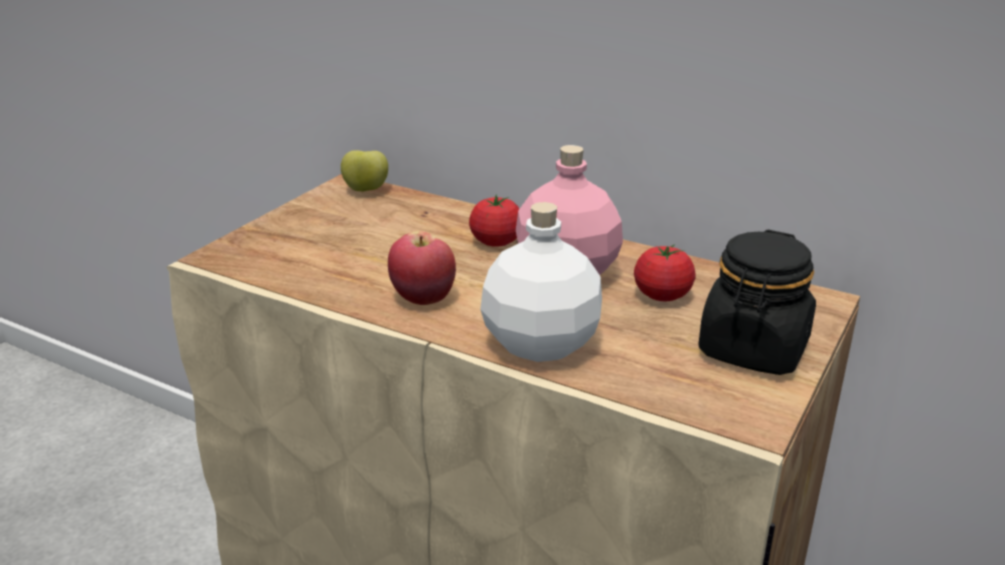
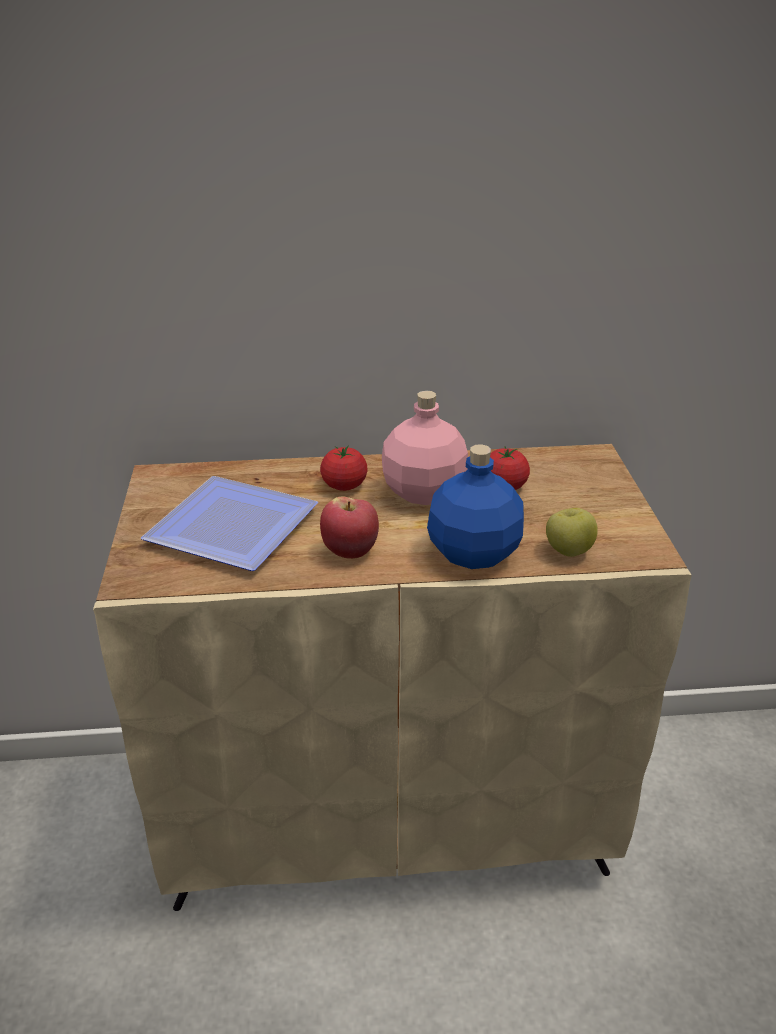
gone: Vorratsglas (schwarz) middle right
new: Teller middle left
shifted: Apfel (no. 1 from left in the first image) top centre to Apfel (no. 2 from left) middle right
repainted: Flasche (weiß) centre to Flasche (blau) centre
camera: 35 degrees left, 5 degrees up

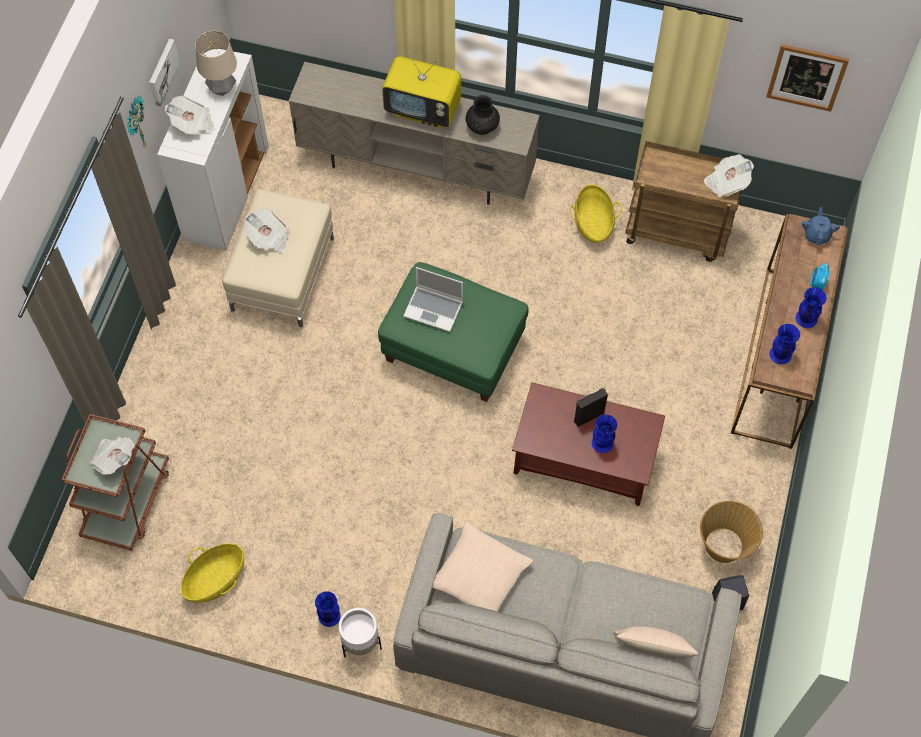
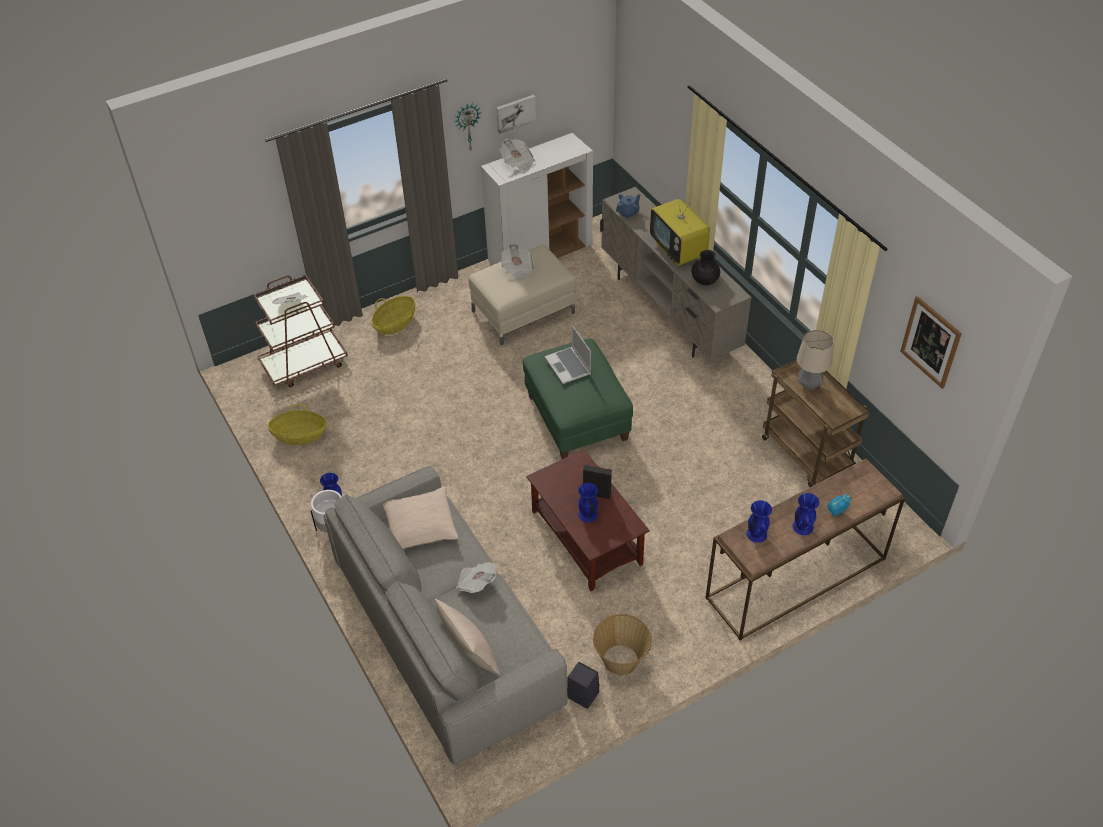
shifted: Tischlampe top left to middle right; Korb (no. 2 from left) top centre to centre; Zeitung (no. 4 from left in the first image) top right to Zeitung (no. 2 from left) bottom centre; Teekanne (blau) top right to top centre
camera: 45 degrees right, 15 degrees down

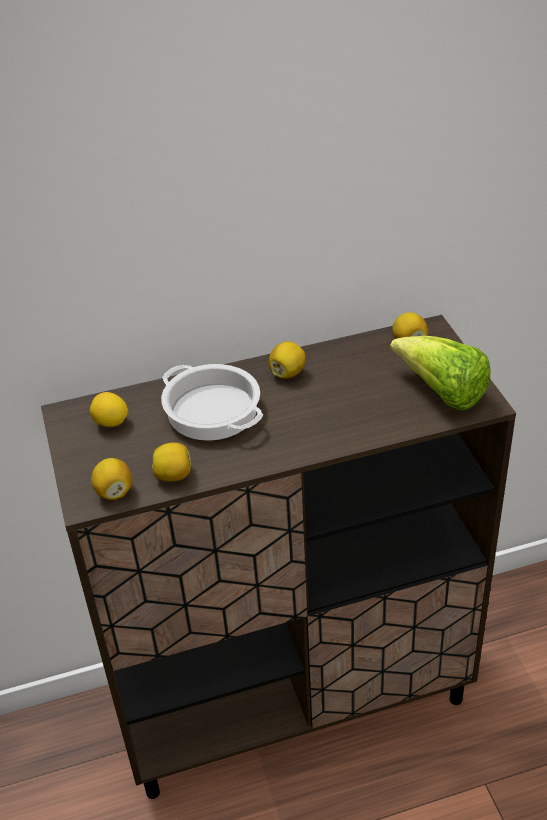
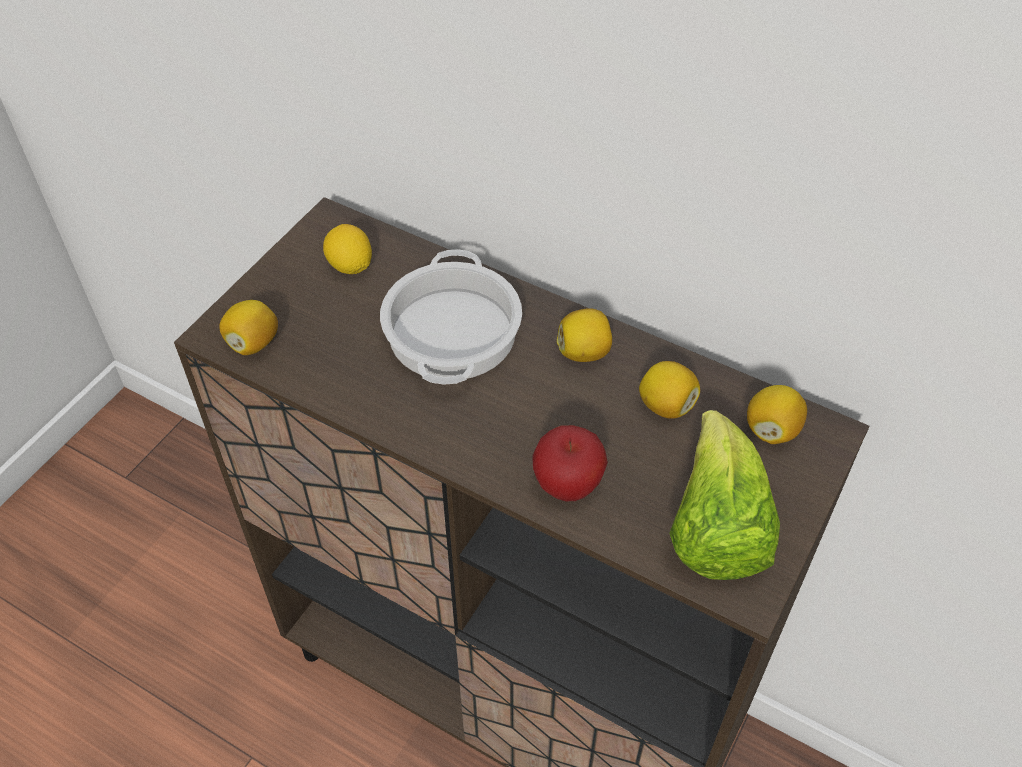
new: Apfel centre
shifted: Zitrone (no. 3 from left in the first image) middle left to Zitrone (no. 4 from left) centre
camera: 45 degrees right, 10 degrees up

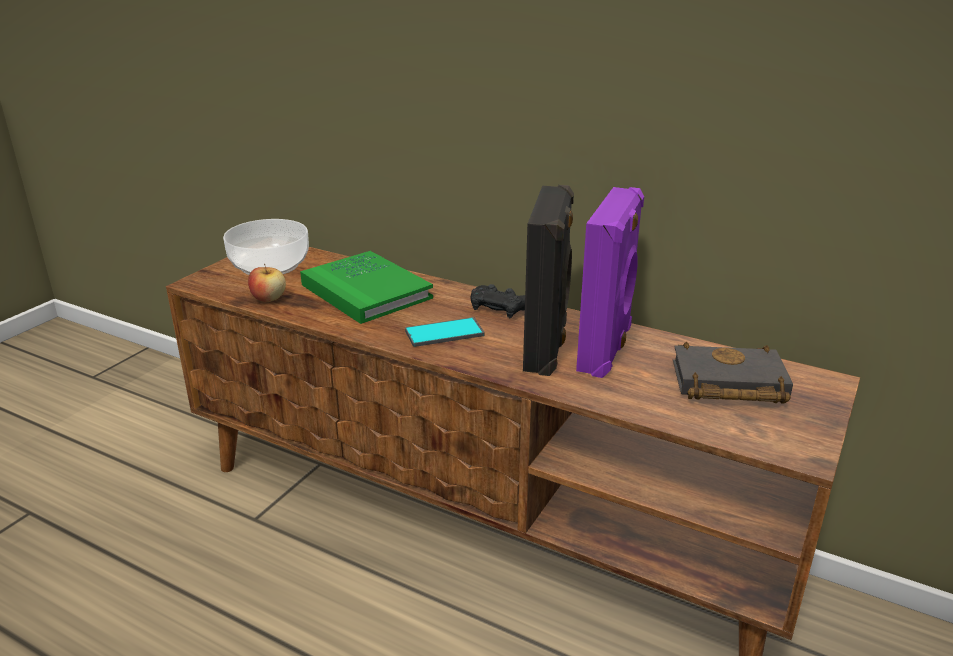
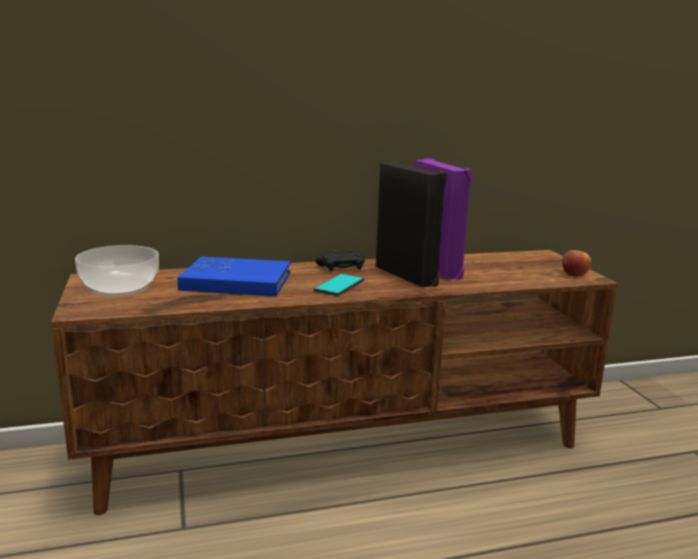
gone: Buch (schwarz) middle right
shifted: Apfel middle left to middle right
repainted: Buch (grün) centre to Buch (blau) centre
camera: 45 degrees left, 10 degrees down

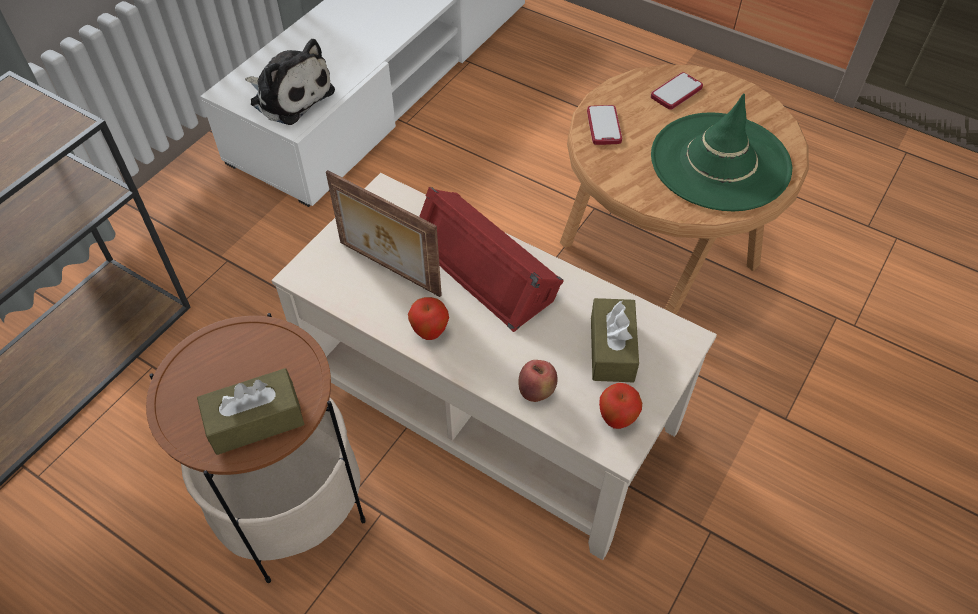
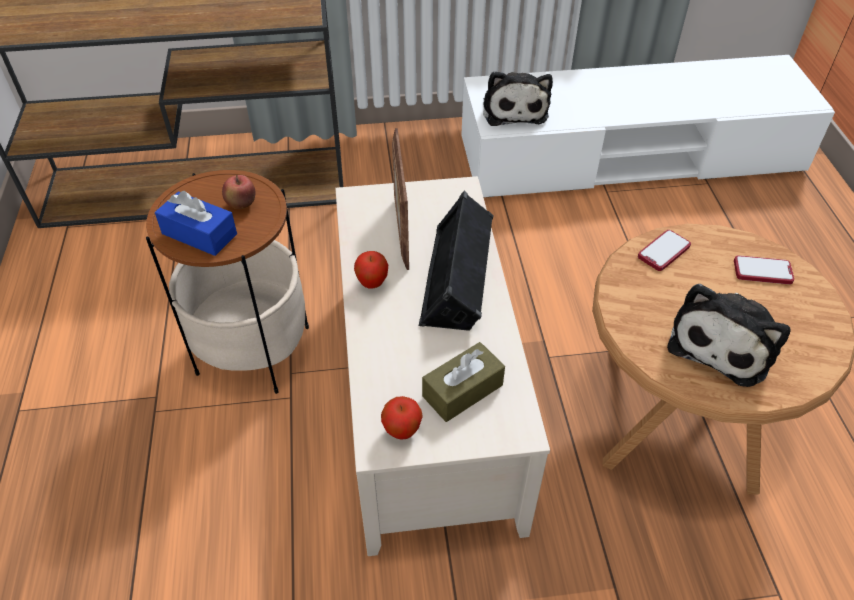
shifted: Apfel (no. 2 from left in the first image) centre to Apfel (no. 1 from left) top left
swapped: Hut (grün) top right to Plüschtier (no. 2 from left) middle right
repainted: Taschentuchbox (braun) (no. 1 from left) bottom left to Taschentuchbox (blau) middle left; Lautsprecher (rot) centre to Lautsprecher (schwarz) centre
camera: 50 degrees right, 5 degrees down

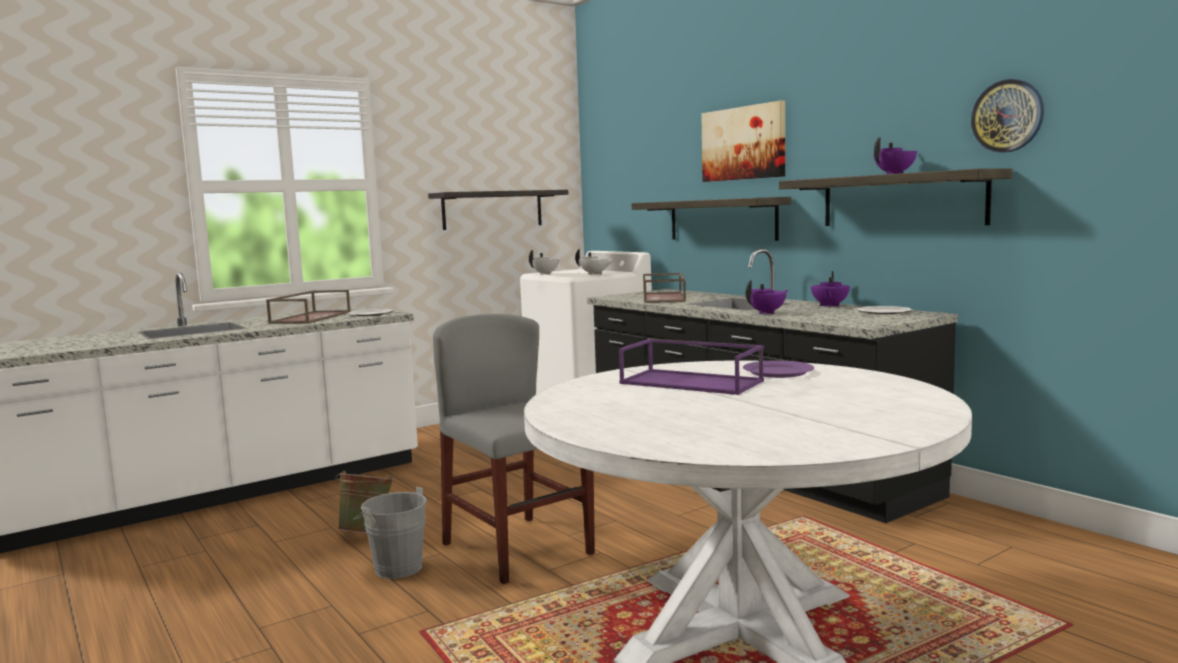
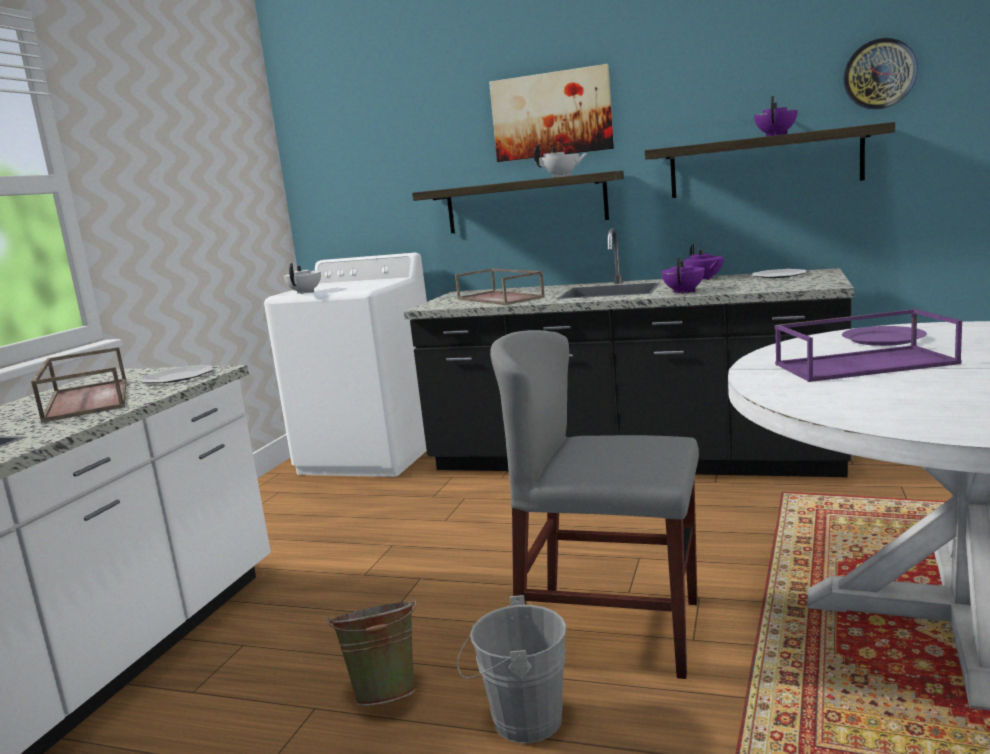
gone: Wandregal (no. 1 from left) top centre
shifted: Teekanne (weiß) (no. 2 from left) centre to top centre
camera: 35 degrees left, 5 degrees up

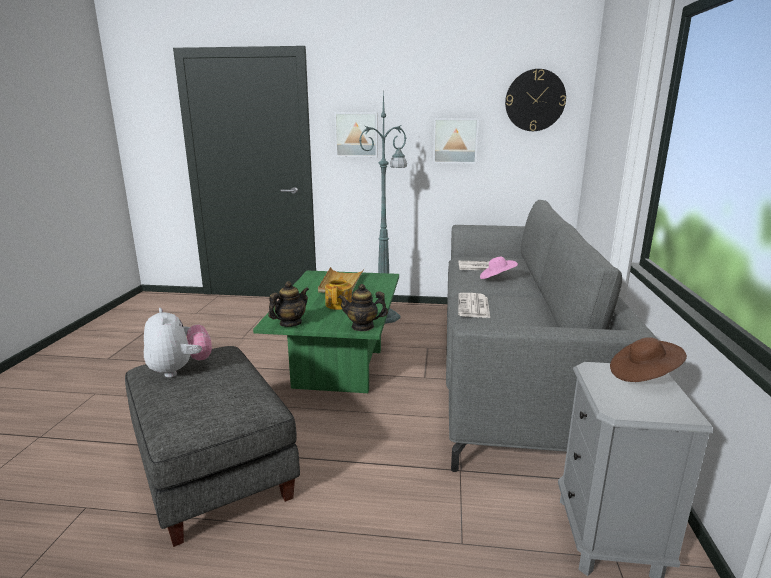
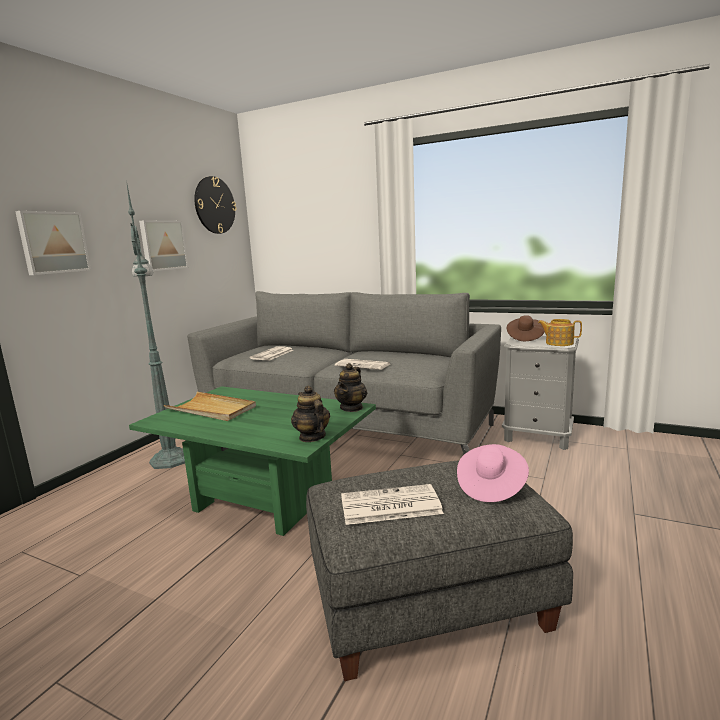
shifted: Teekanne (no. 2 from left in the first image) centre to Teekanne (no. 3 from left) middle right; Hut (rosa) centre to middle right
swapped: Plüschtier middle left to Zeitung (no. 3 from left) bottom centre
camera: 70 degrees left, 5 degrees down

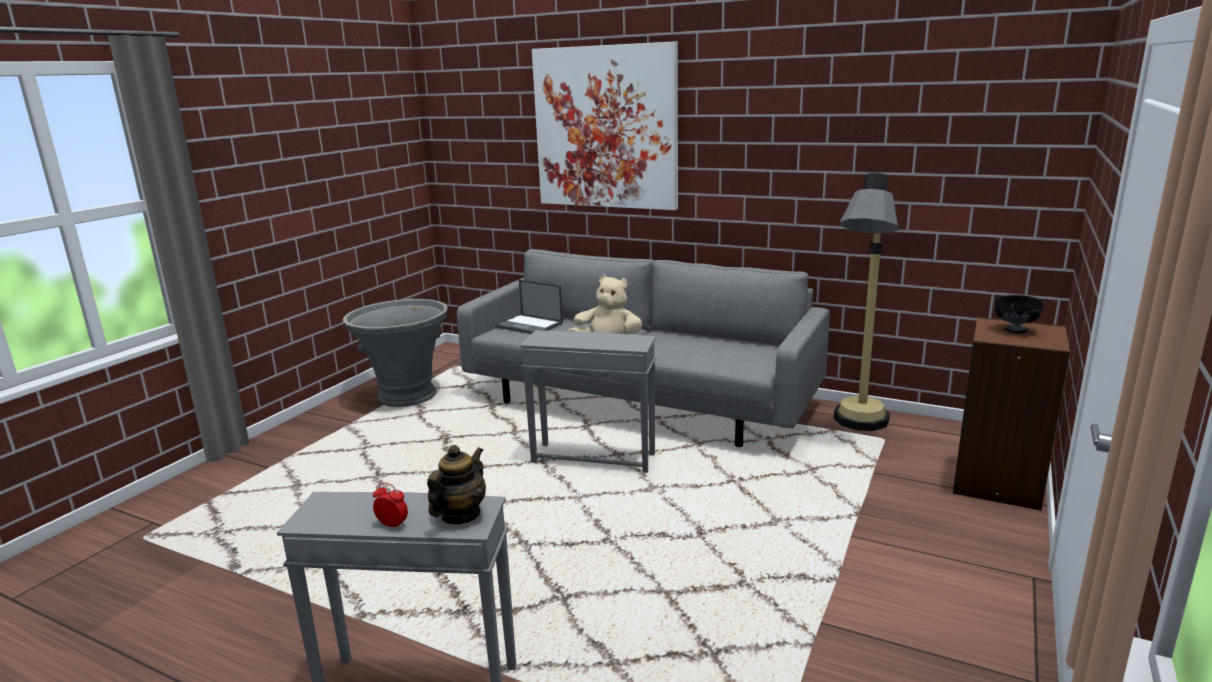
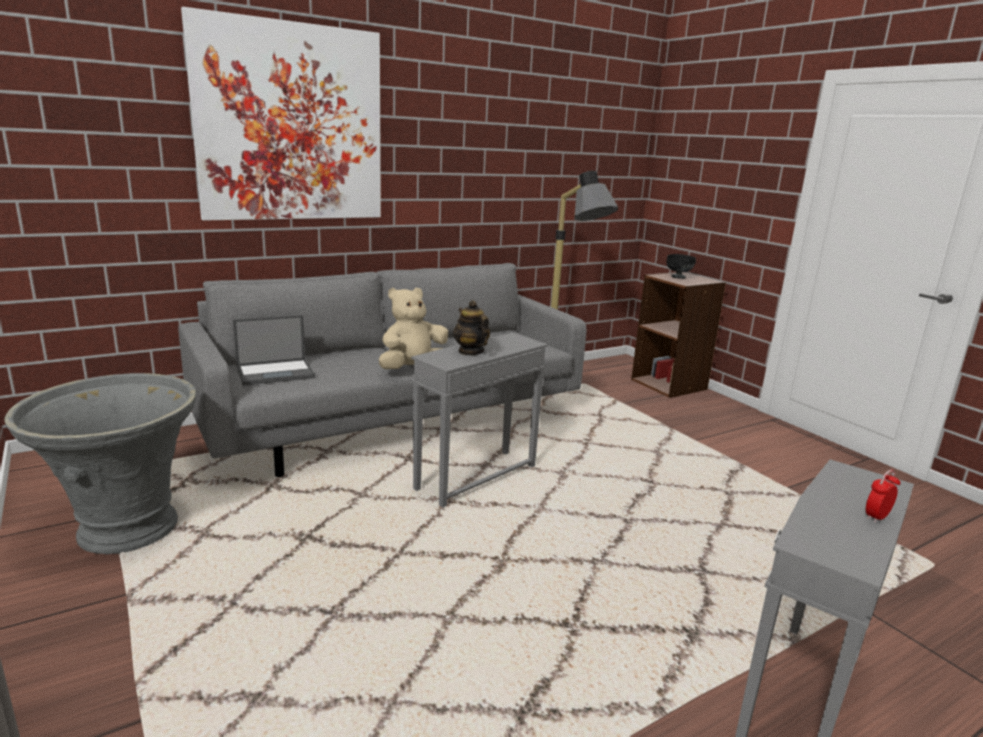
shifted: Teekanne bottom centre to centre
camera: 60 degrees left, 0 degrees up

